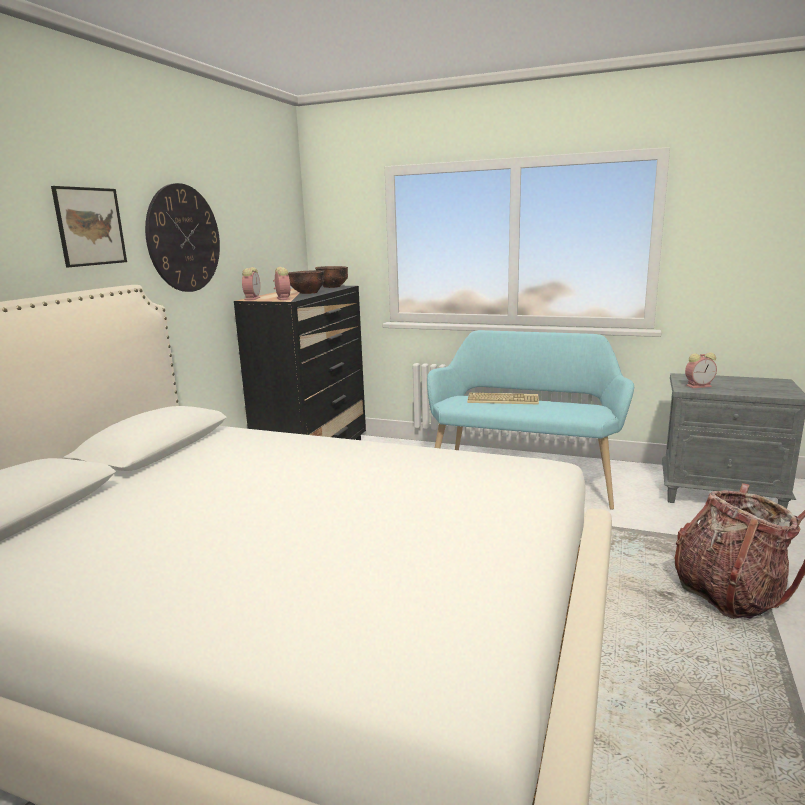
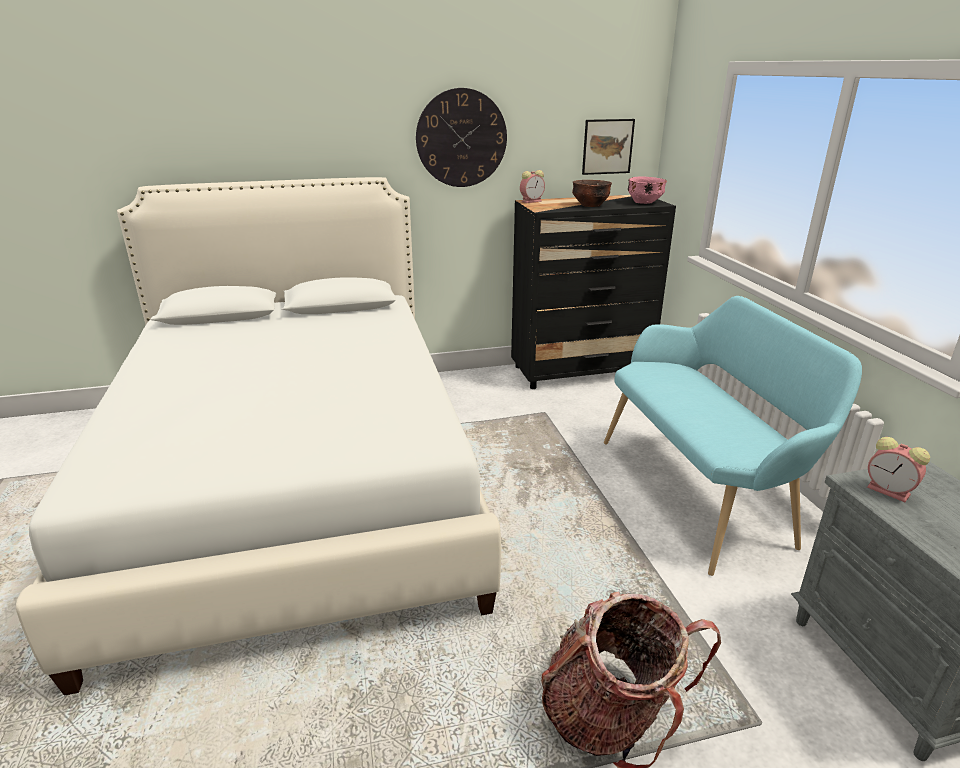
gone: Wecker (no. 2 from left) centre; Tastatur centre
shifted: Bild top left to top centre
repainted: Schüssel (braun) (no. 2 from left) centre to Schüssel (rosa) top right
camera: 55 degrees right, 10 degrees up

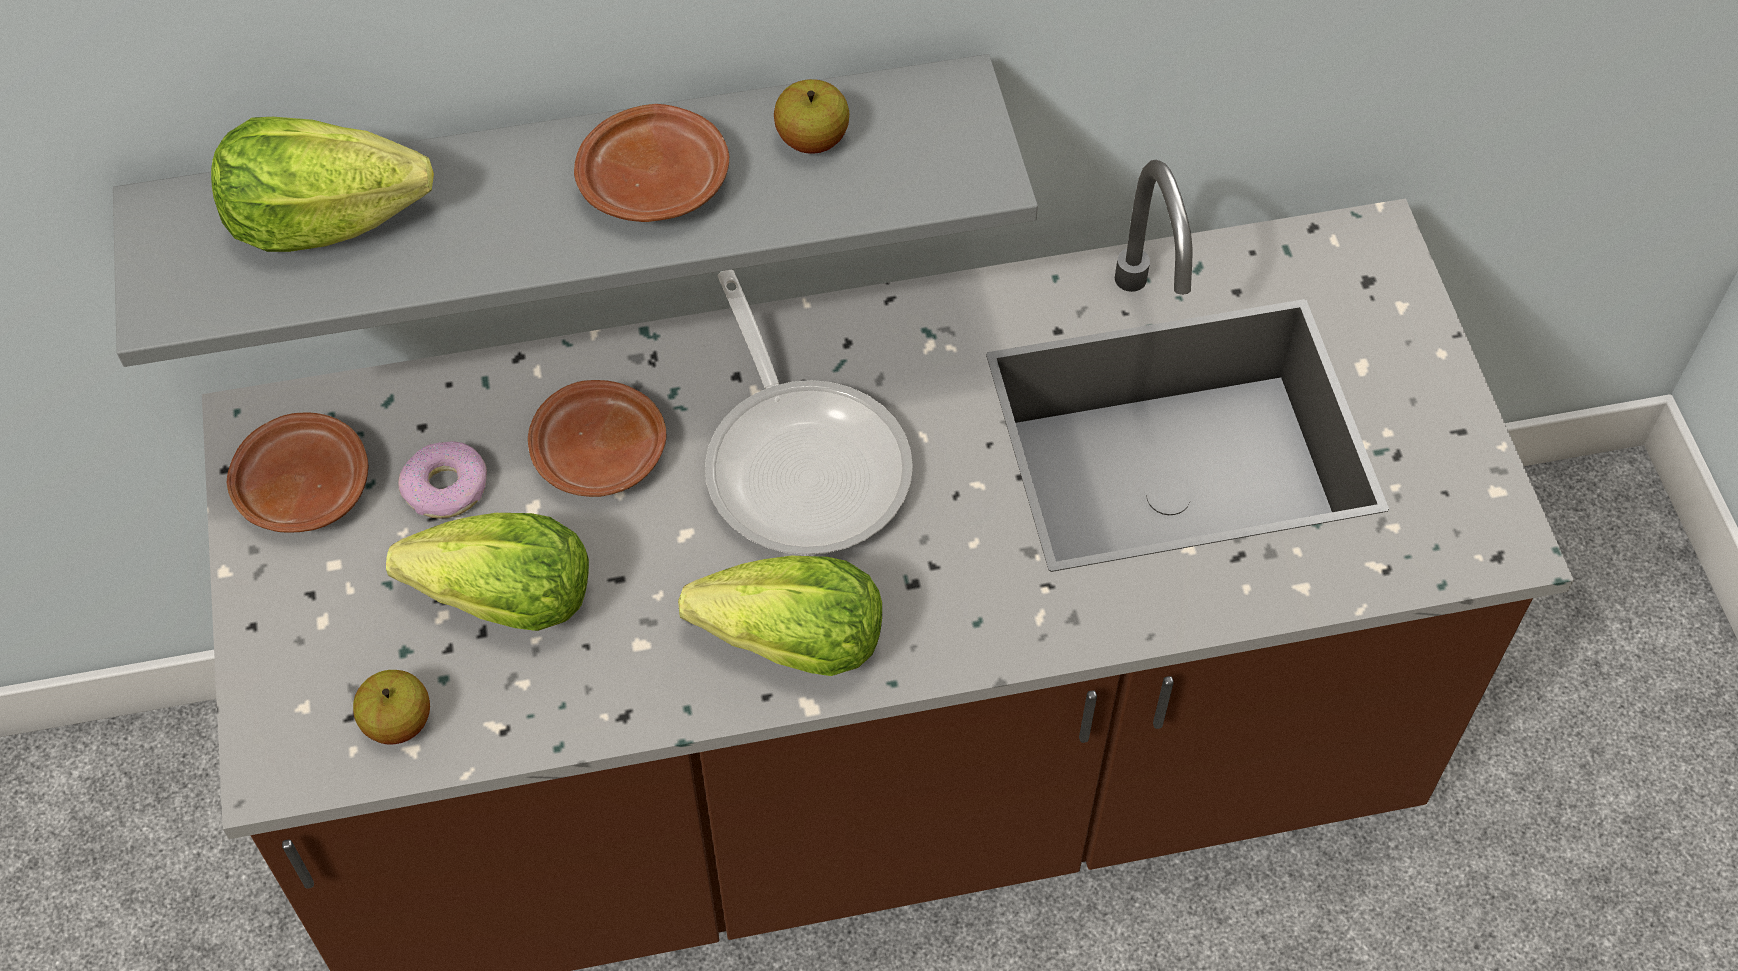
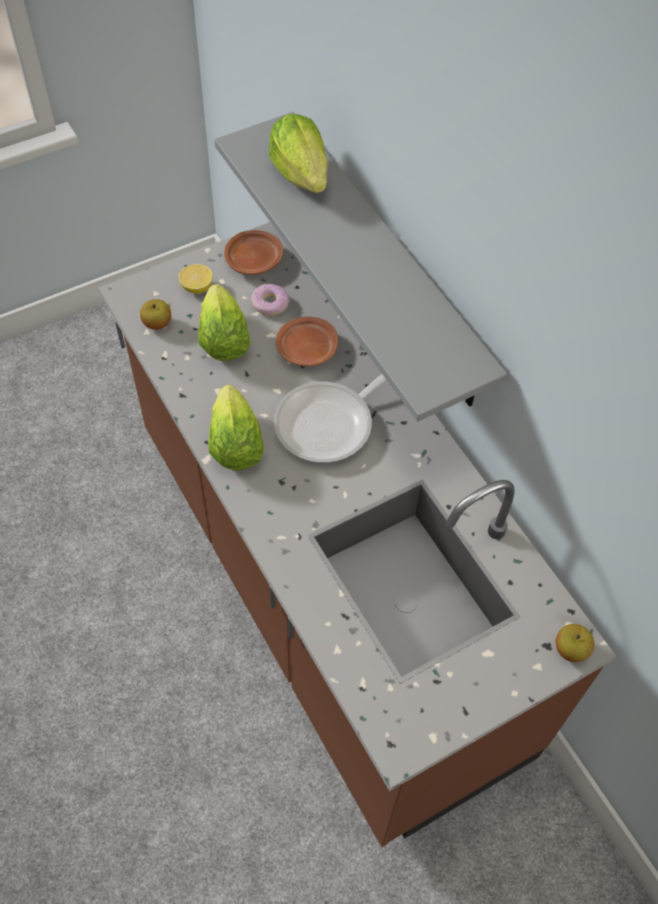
gone: Teller (braun) (no. 3 from left) top centre
new: Zitrone top left
shifted: Apfel (no. 2 from left) top centre to bottom right
camera: 70 degrees right, 0 degrees up

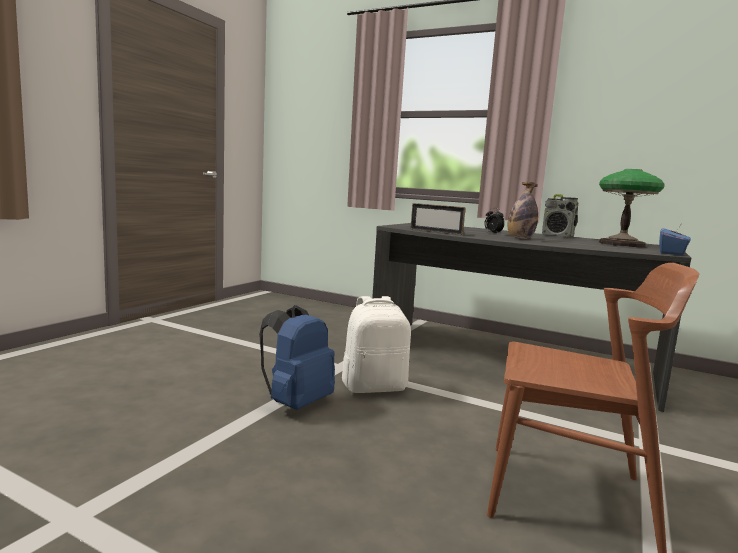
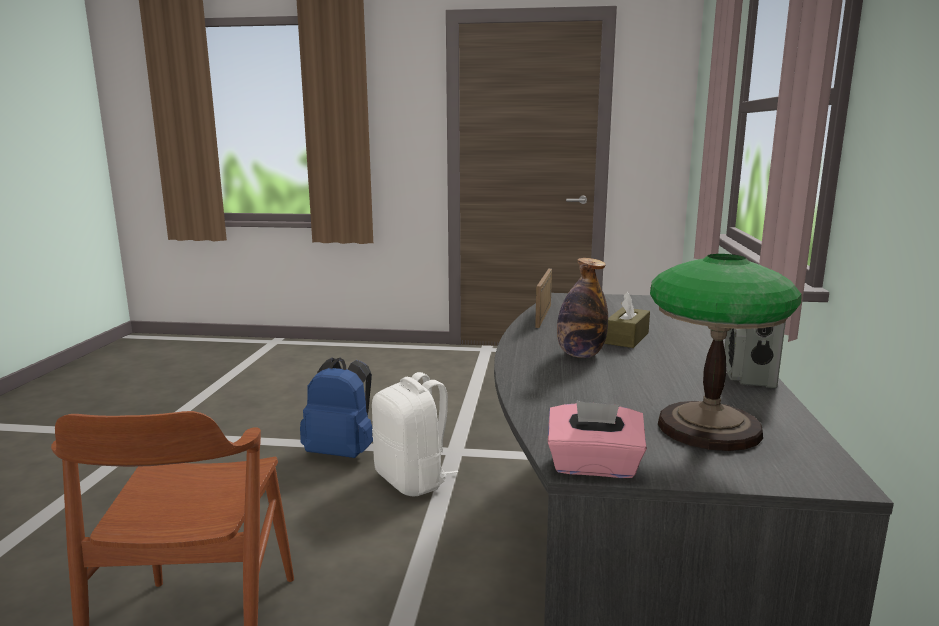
swapped: Wecker middle right to Taschentuchbox (braun) middle right
repainted: Taschentuchbox (blau) middle right to Taschentuchbox (rosa) bottom centre
camera: 70 degrees right, 5 degrees up

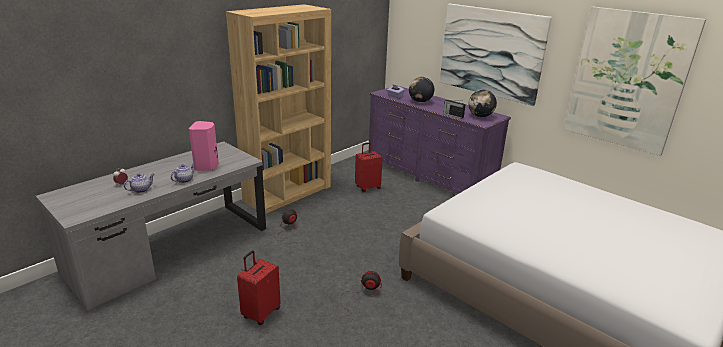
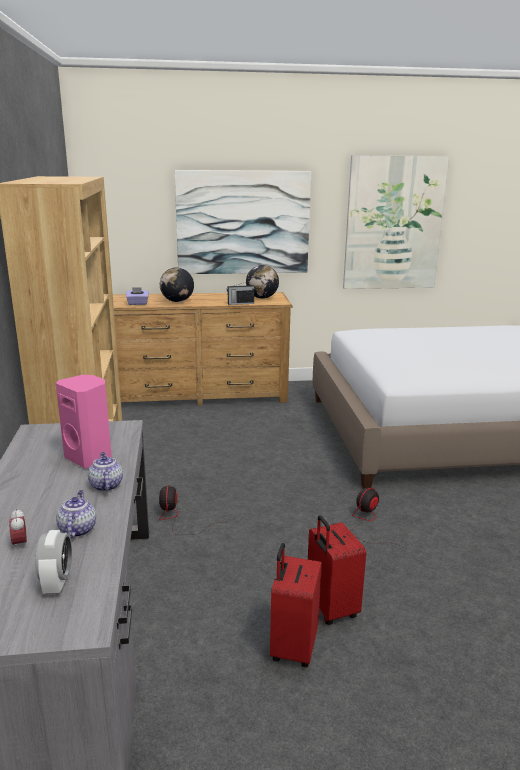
new: Wecker (no. 2 from left) bottom left
shifted: Koffer (rot) (no. 2 from left in the first image) centre to Koffer (rot) (no. 1 from left) bottom centre
repainted: Kommode (lila) centre to Kommode (braun) centre
camera: 50 degrees left, 5 degrees down

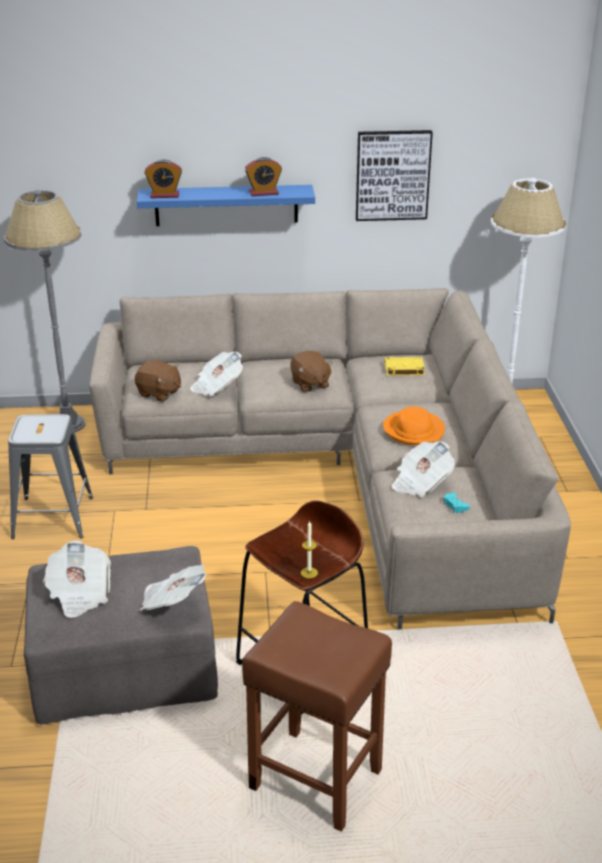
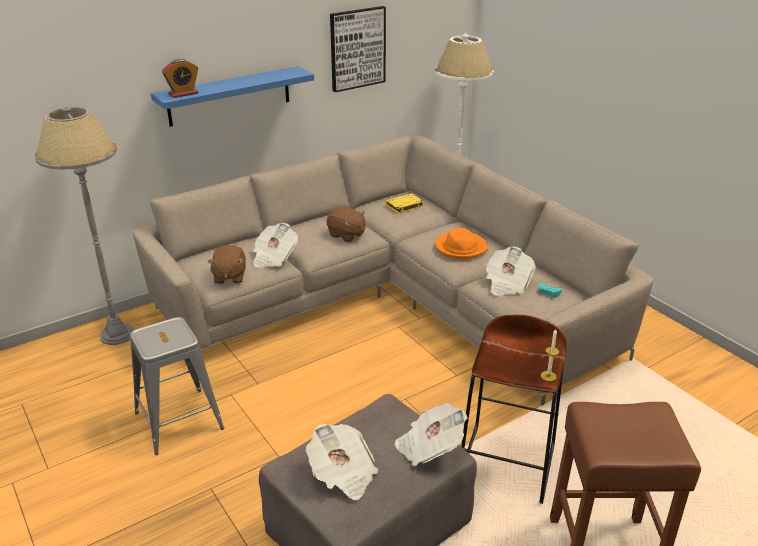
gone: Wecker (no. 2 from left) top centre
rotated: Plüschtier (braun) (no. 1 from left) middle left = middle left 90 degrees clockwise
camera: 30 degrees left, 0 degrees up

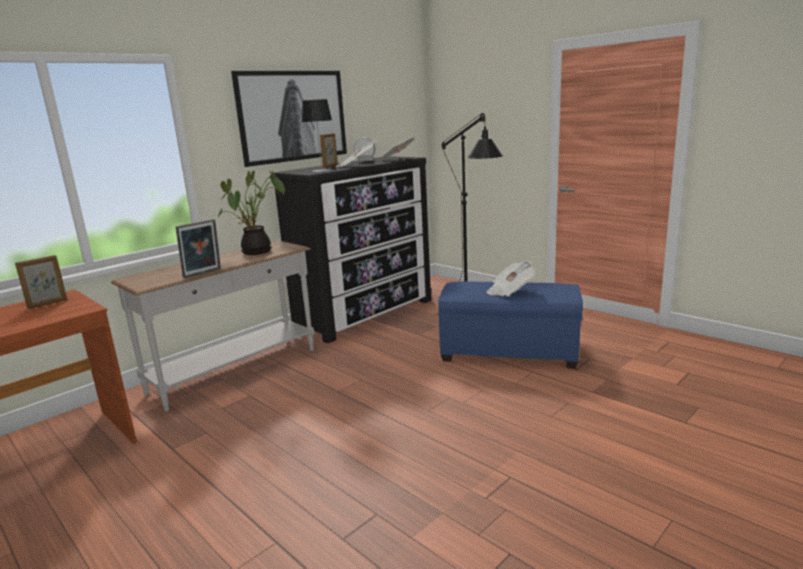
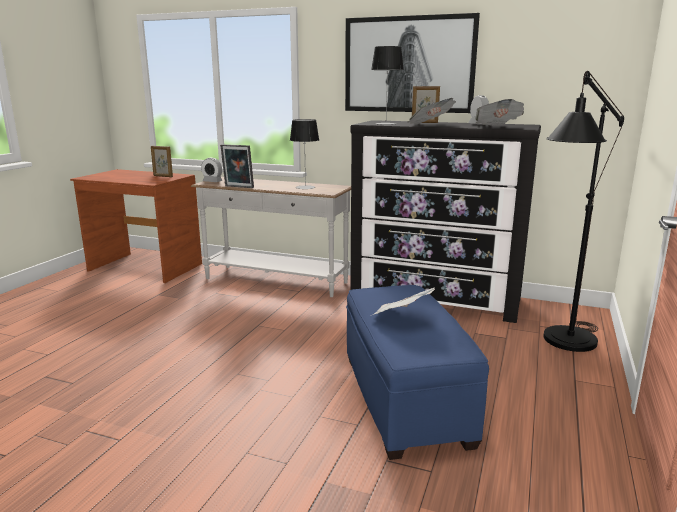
new: Wecker (no. 1 from left) top left
swapped: Topfpflanze middle left to Tischlampe (no. 1 from left) top centre
camera: 65 degrees right, 0 degrees up

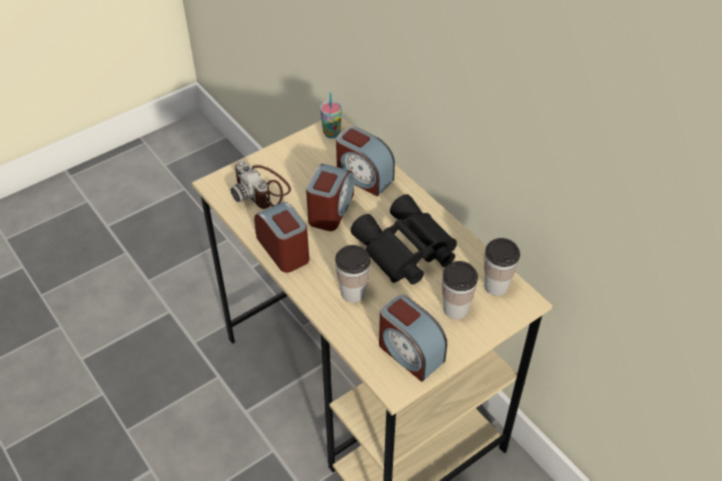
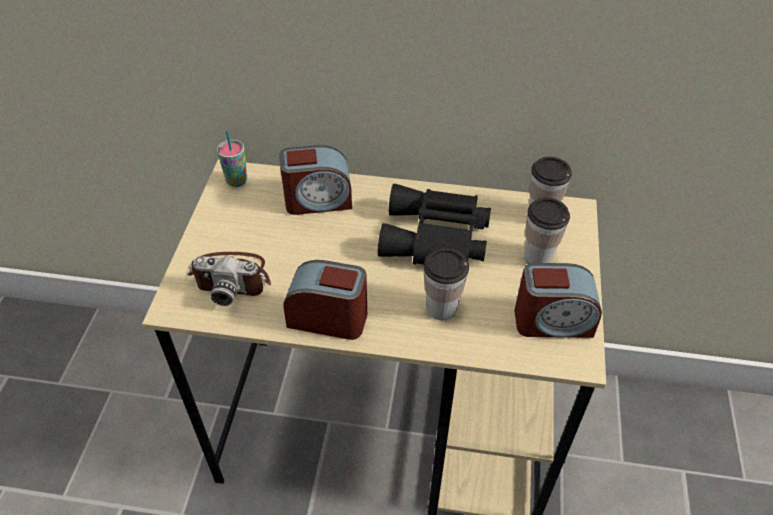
gone: Wecker (no. 2 from left) centre
camera: 45 degrees left, 0 degrees up

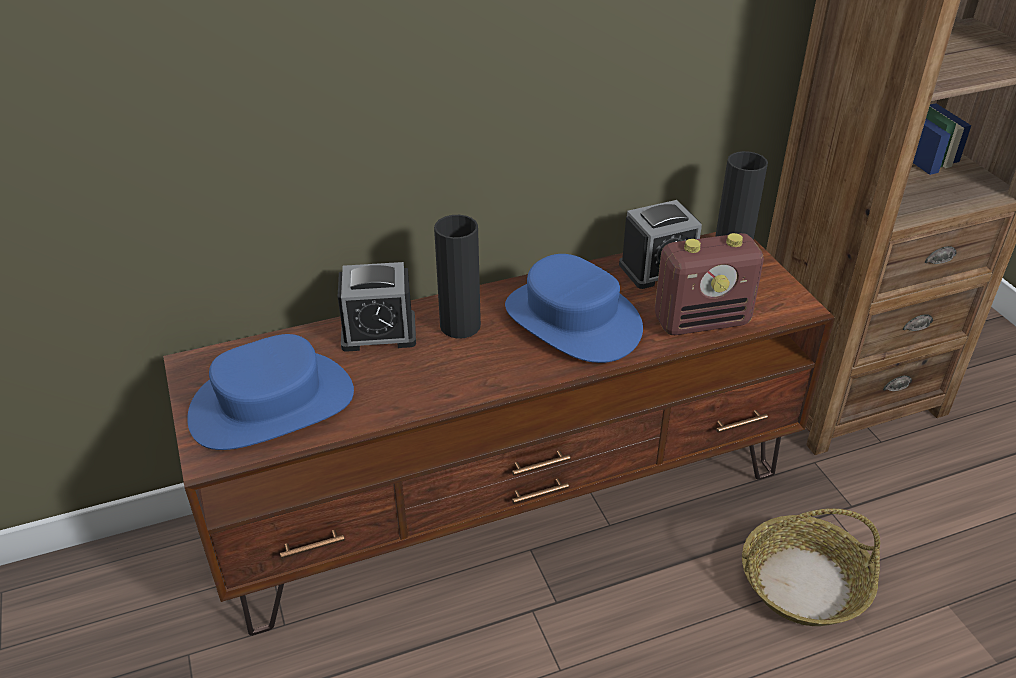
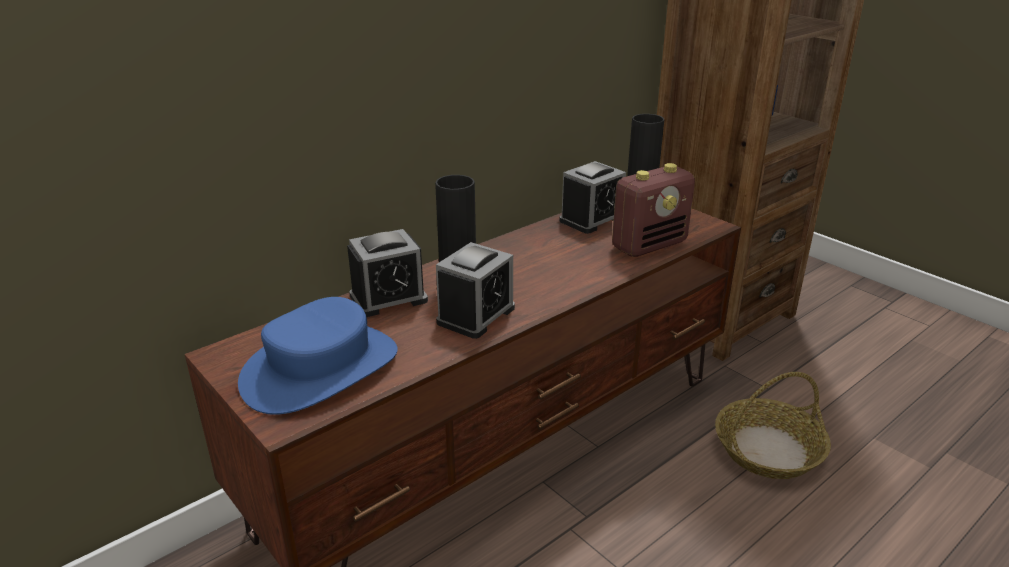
gone: Hut (blau) (no. 2 from left) centre
new: Wecker (no. 2 from left) centre
camera: 20 degrees left, 10 degrees down

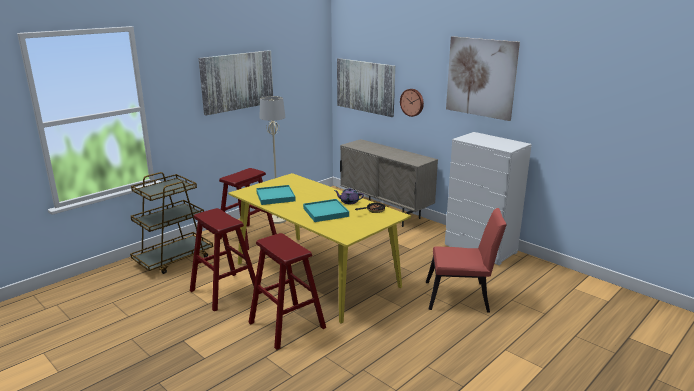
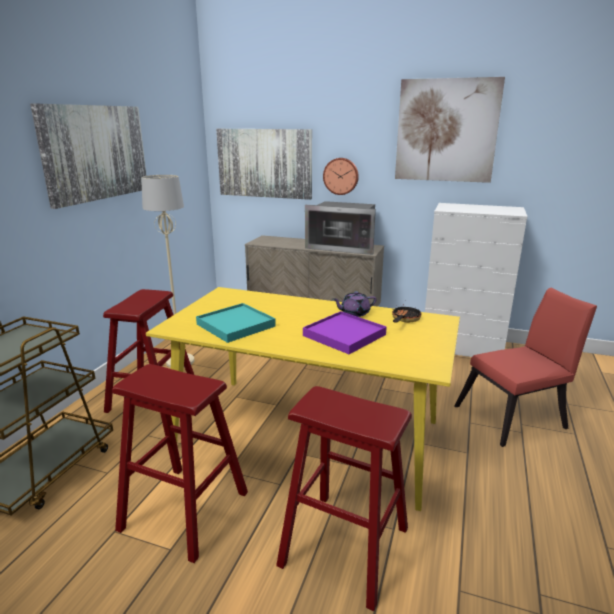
new: Mikrowelle centre
repainted: Tablett (türkis) (no. 2 from left) centre to Tablett (lila) centre
camera: 25 degrees left, 0 degrees up

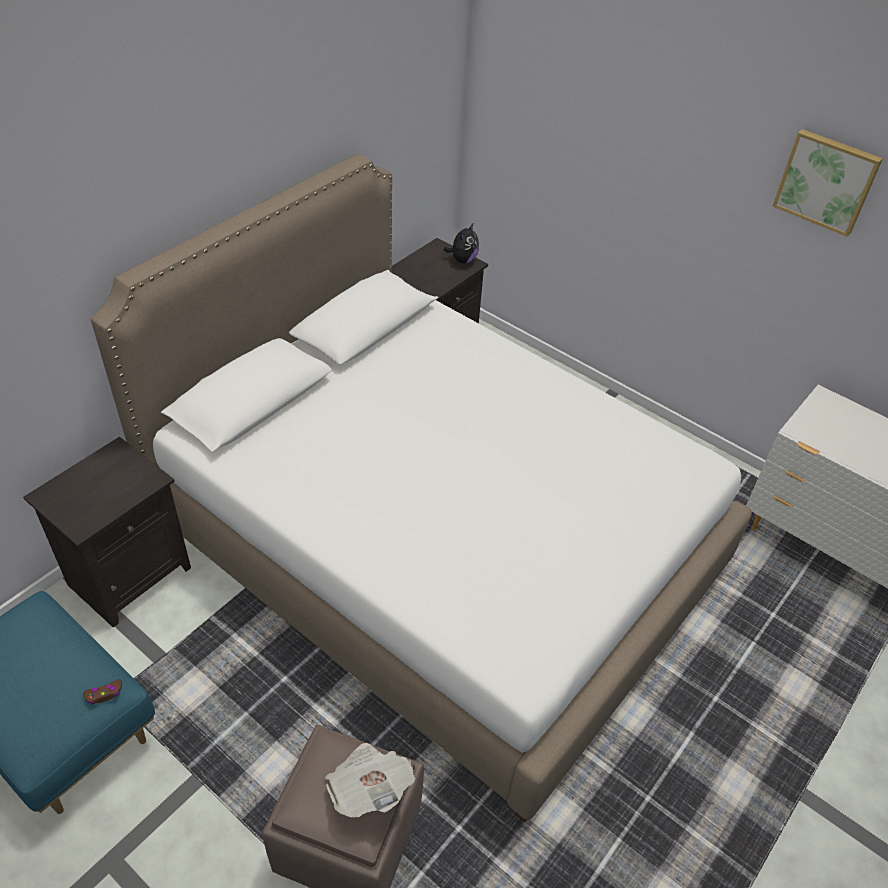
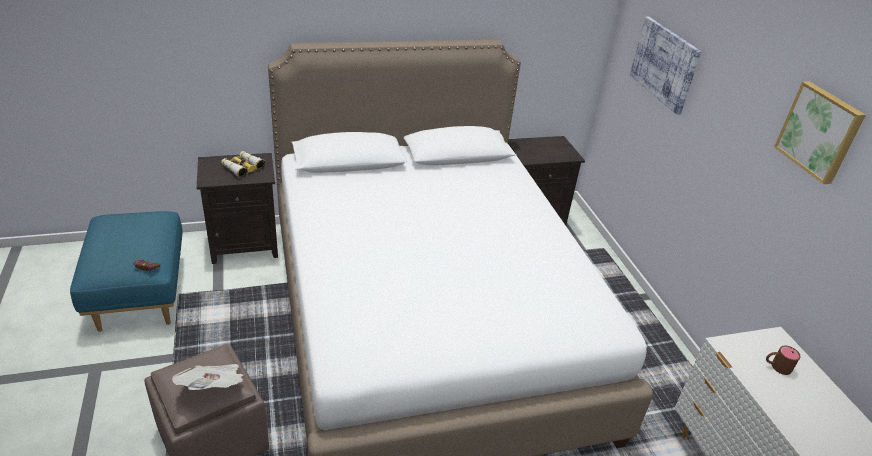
gone: Plüschtier top centre
new: Fernglas middle left; Bild (no. 1 from left) top right; Henkelbecher (braun) bottom right
camera: 35 degrees right, 10 degrees down

